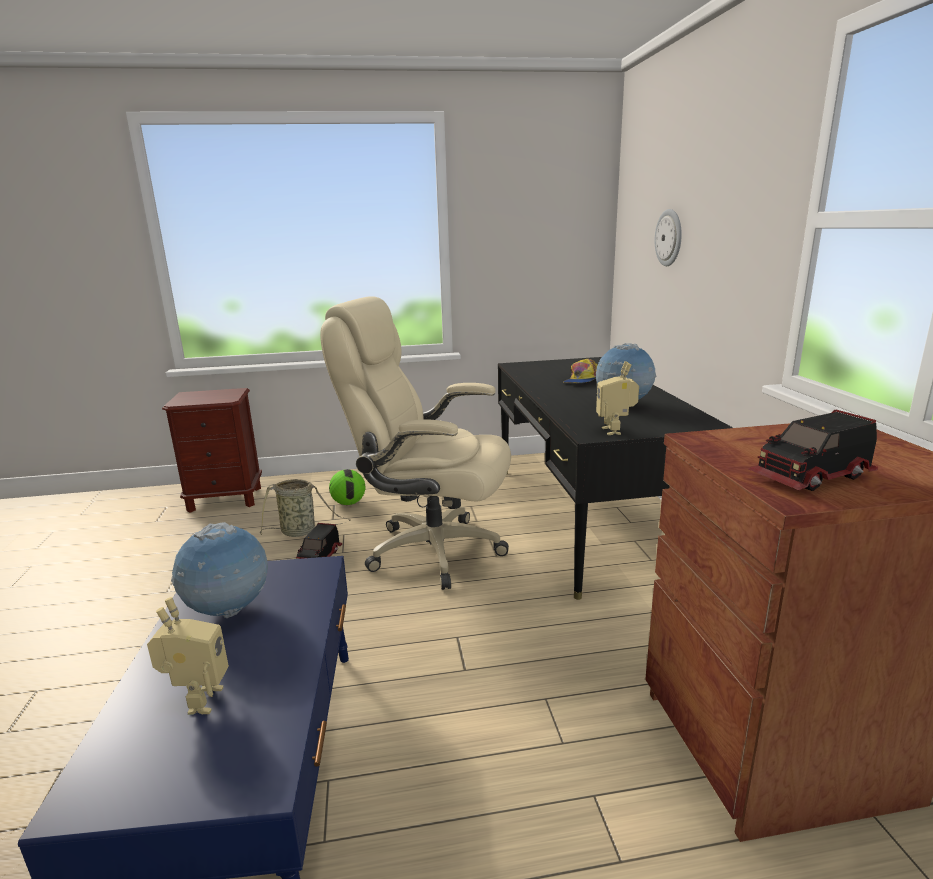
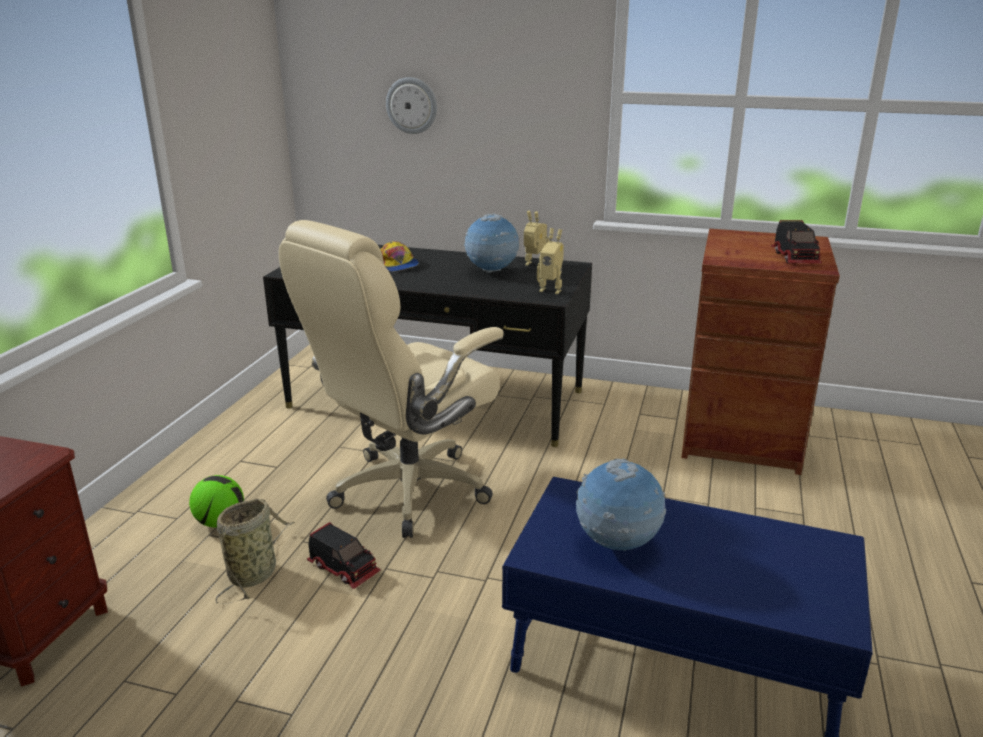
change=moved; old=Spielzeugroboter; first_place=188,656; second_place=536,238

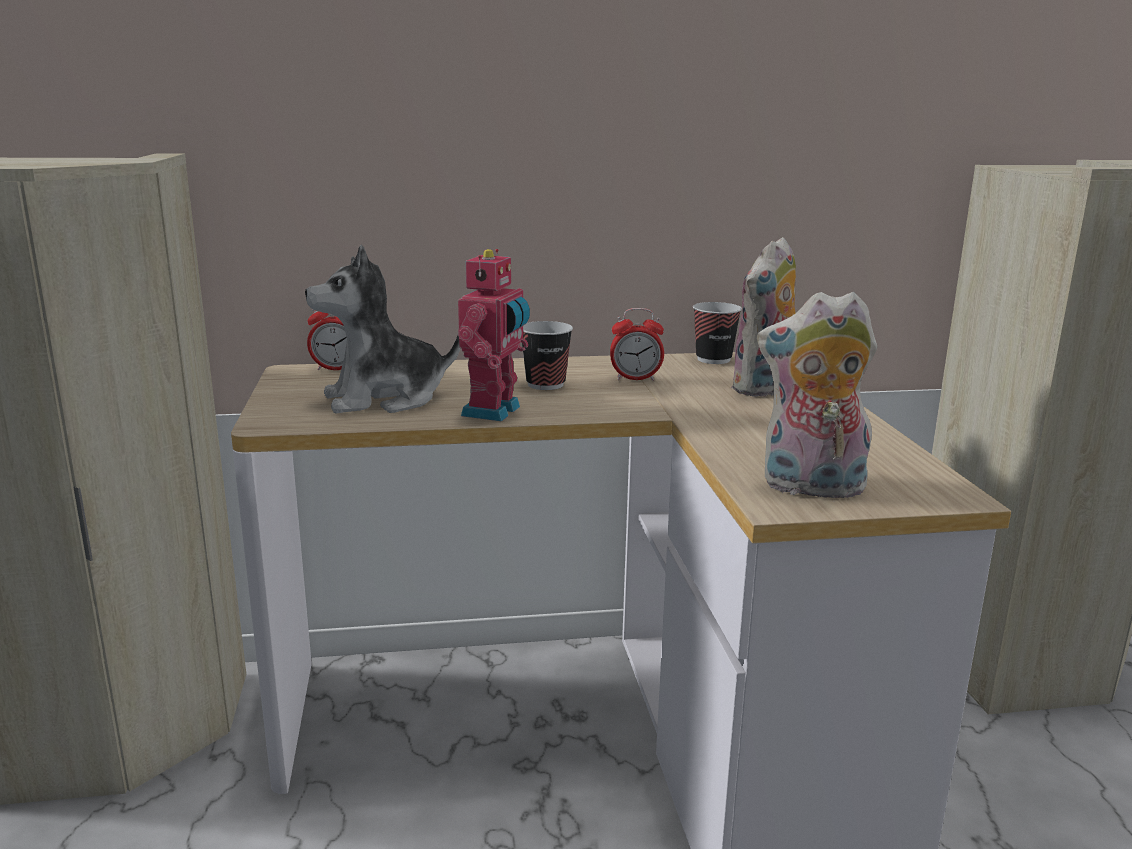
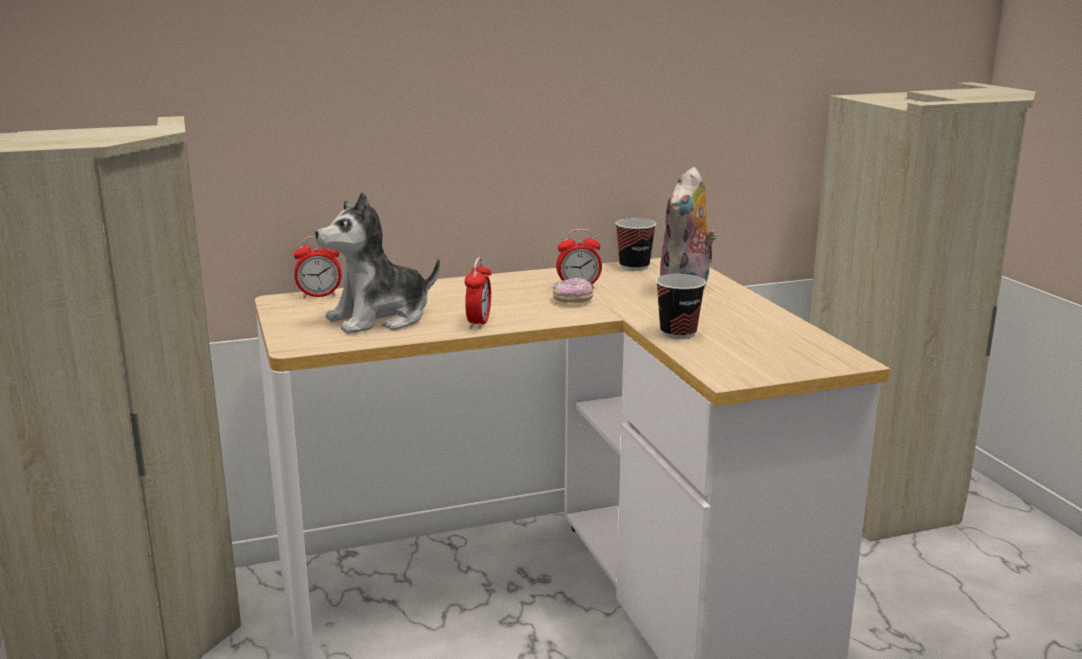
change=replaced; old=Spielzeugroboter; new=Wecker; first_place=494,335; second_place=477,293
change=moved; old=Tasse; first_place=547,355; second_place=681,306
change=removed; old=Plüschtier; first_place=817,395
change=added; new=Donut; second_place=573,290

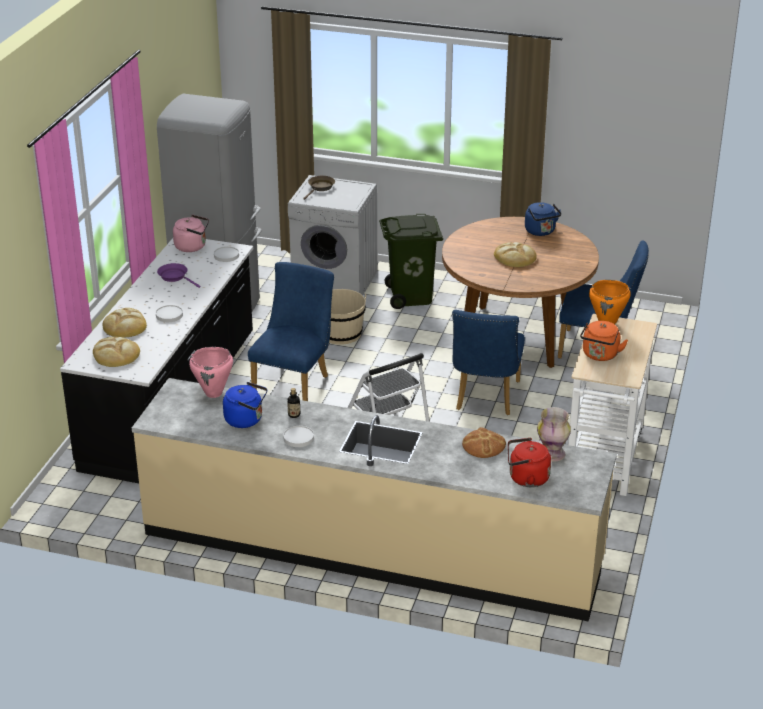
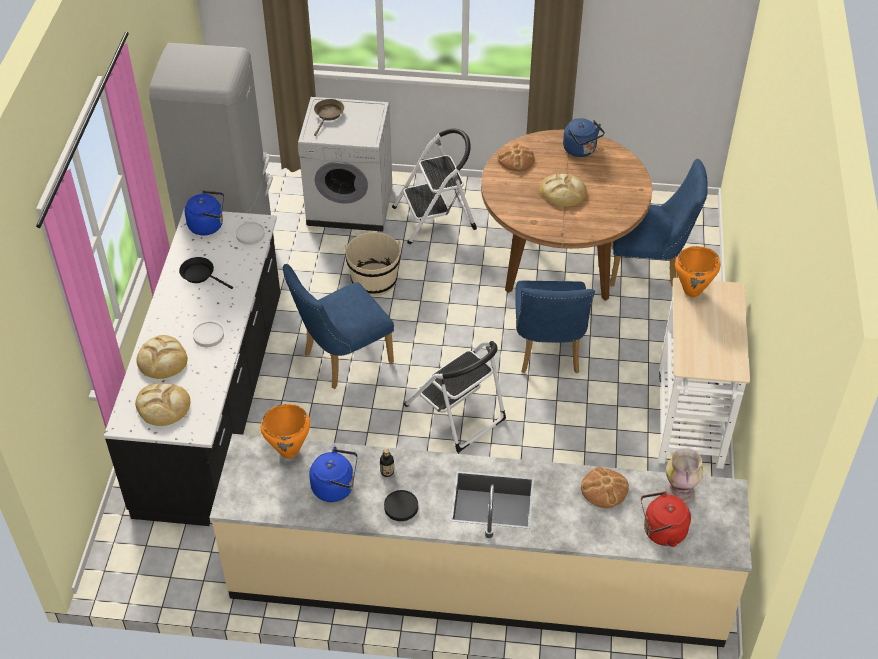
change=recoloured; old=Pfanne (lila); new=Pfanne (schwarz); first_place=178,275; second_place=206,273
change=recoloured; old=Wasserkessel (rosa); new=Wasserkessel (blau); first_place=191,233; second_place=204,212
change=recoloured; old=Kochtopf (rosa); new=Kochtopf (orange); first_place=211,372; second_place=285,431
change=turned; old=Stuhl (blau); first_place=291,331; second_place=338,326; degrees=-135
change=recoloured; old=Teller (weiß); new=Teller (schwarz); first_place=298,436; second_place=401,505
change=replaced; old=Mülleimer (grün); new=Trittleiter; first_place=411,261; second_place=434,186
change=removed; old=Wasserkessel (orange); first_place=604,341
change=added; new=Brot; second_place=516,157

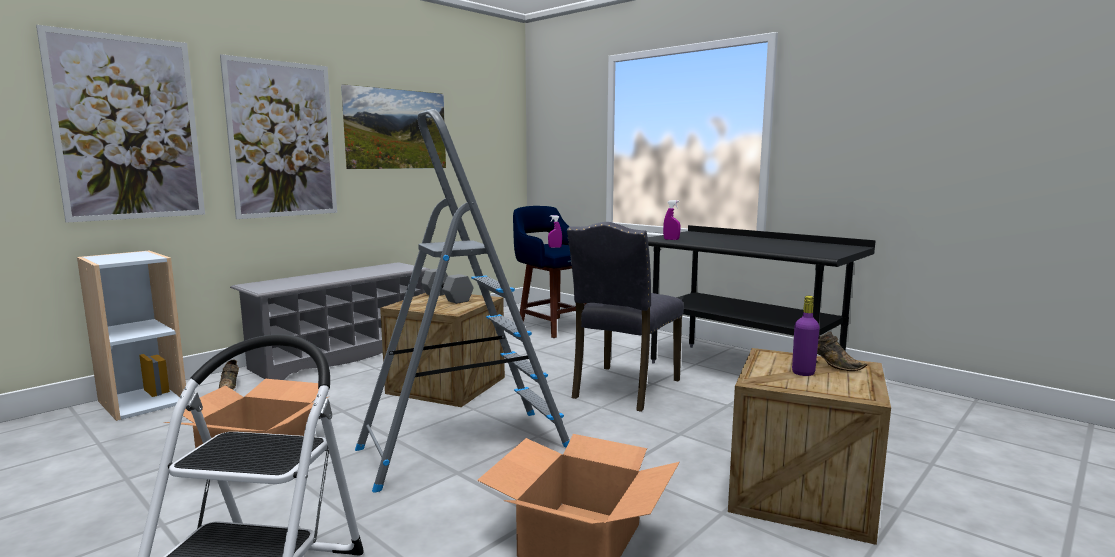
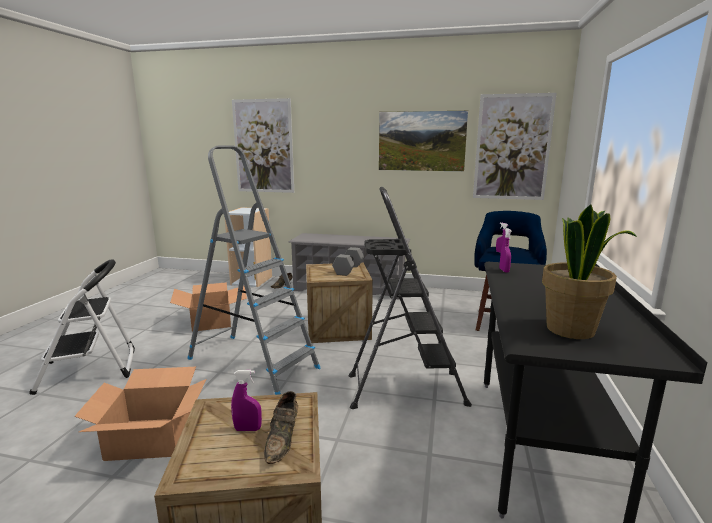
change=moved; old=Bild; first_place=278,136; second_place=515,146
change=replaced; old=Stuhl (grau); new=Trittleiter; first_place=625,317; second_place=410,298
change=replaced; old=Flasche (lila); new=Sprühflasche (lila); first_place=806,336; second_place=246,400
change=added; new=Topfpflanze; second_place=589,271

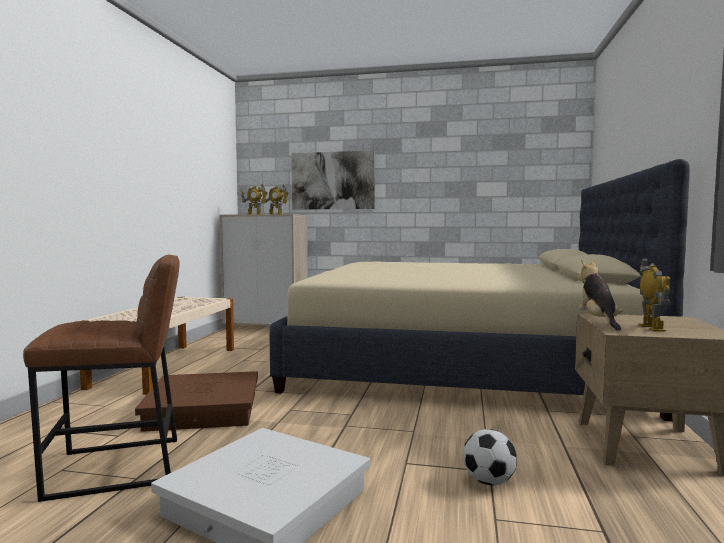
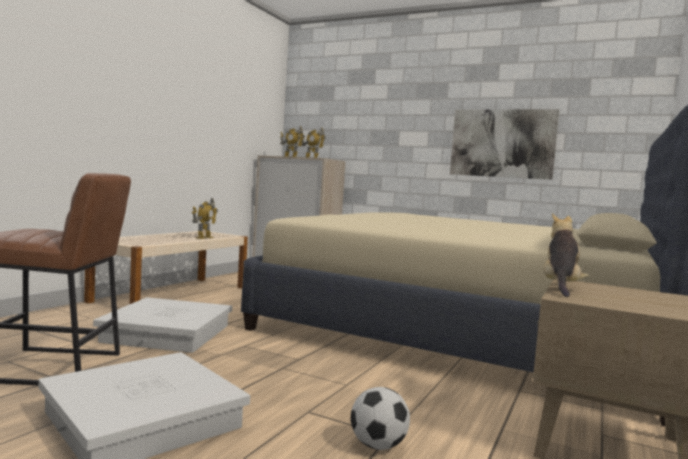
change=recoloured; old=Aufbewahrungsbox (braun); new=Aufbewahrungsbox (weiß); first_place=196,401; second_place=162,325
change=moved; old=Bild; first_place=333,180; second_place=504,144
change=moved; old=Spielzeugroboter; first_place=654,295; second_place=205,218

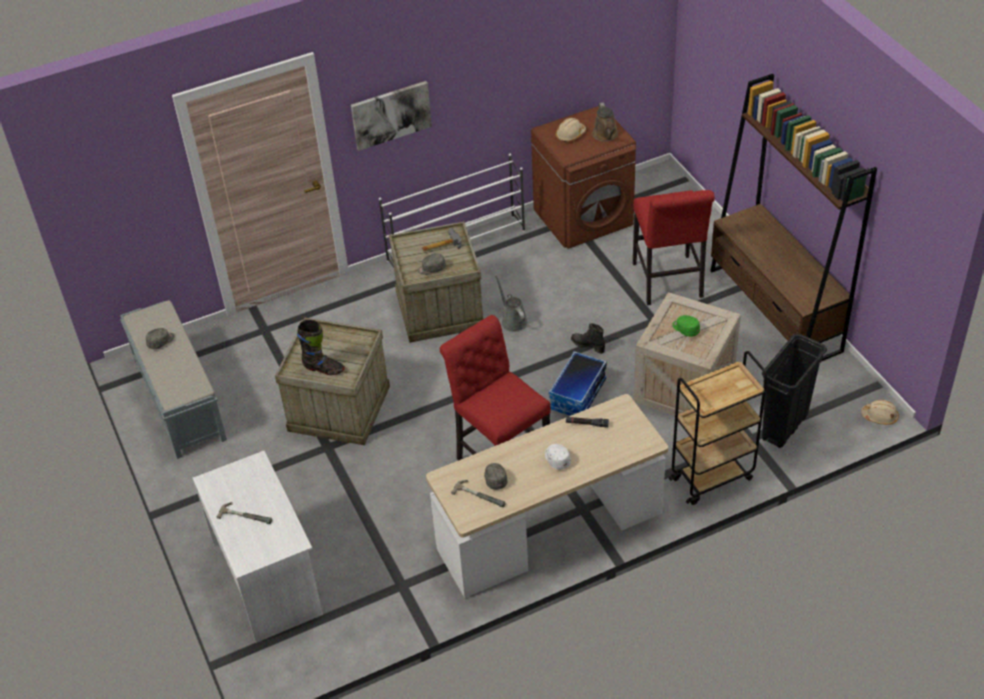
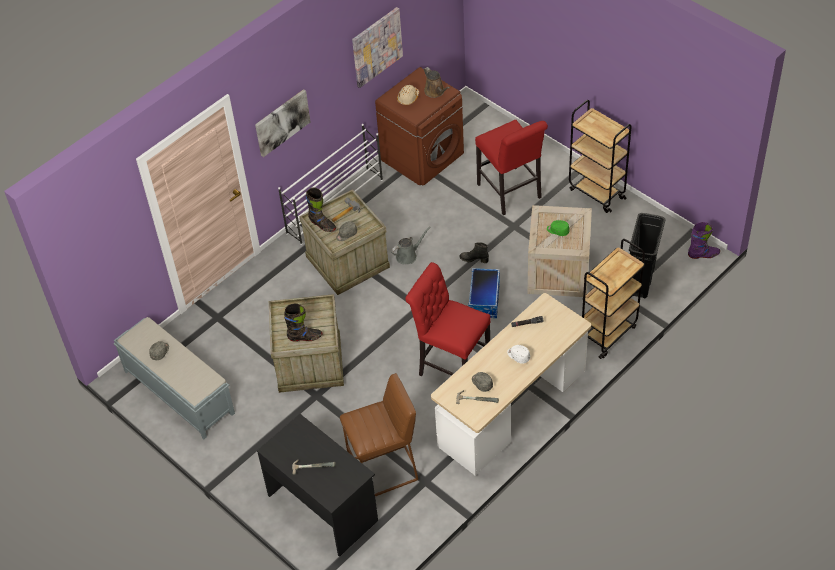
change=recoloured; old=Schreibtisch (weiß); new=Schreibtisch (schwarz); first_place=258,547; second_place=317,485
change=turned; old=Gießkanne (grau); first_place=511,304; second_place=410,245; degrees=105
change=replaced; old=Bücherregal (braun); new=Rollwagen (braun); first_place=793,217; second_place=600,156
change=replaced; old=Schutzhelm (beige); new=Stiefel (lila); first_place=880,412; second_place=704,240
change=added; new=Stiefel (schwarz); second_place=321,209
change=added; new=Hocker (braun); second_place=379,434
change=added; new=Bild; second_place=377,47

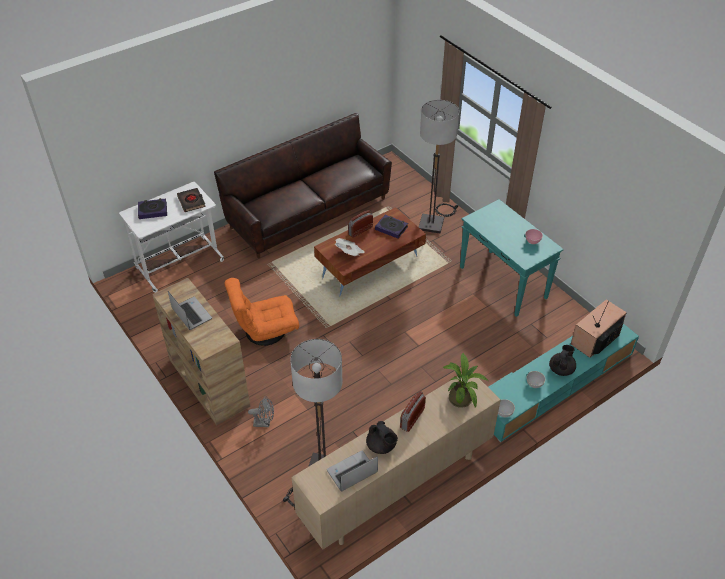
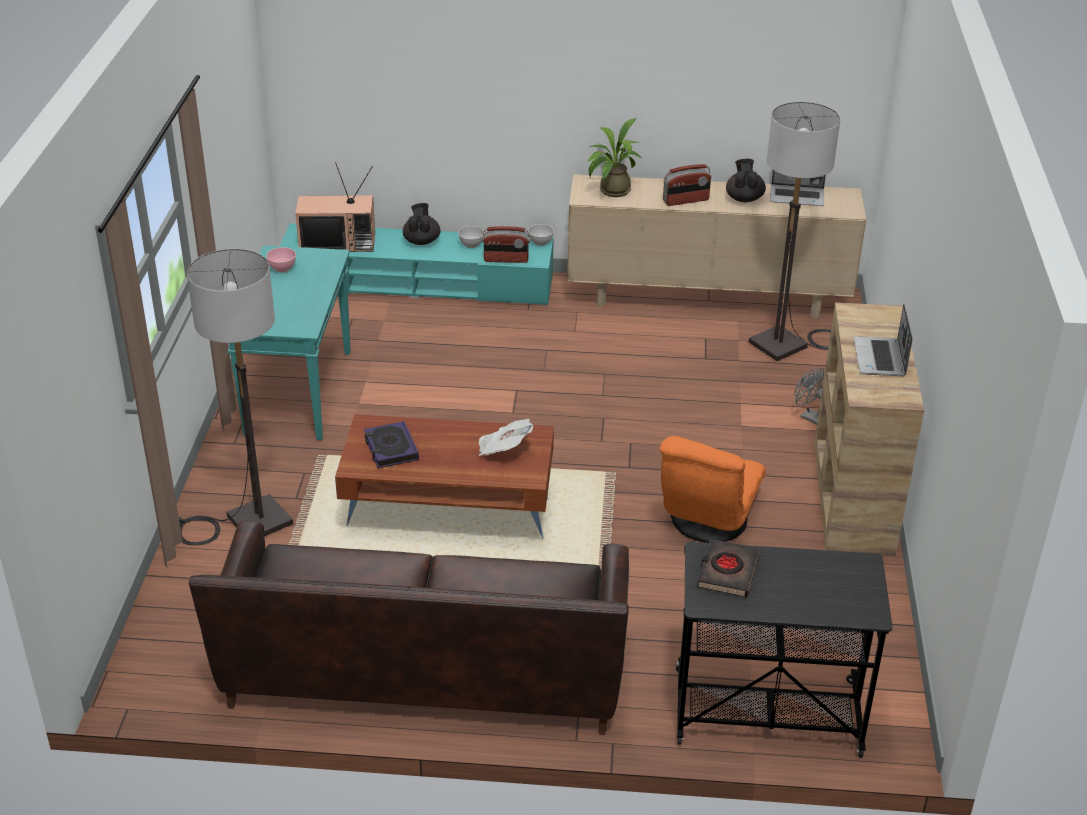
change=recoloured; old=Schreibtisch (weiß); new=Schreibtisch (schwarz); first_place=171,237; second_place=784,650
change=removed; old=Buch; first_place=152,208
change=turned; old=Sessel (orange); first_place=262,312; second_place=713,489; degrees=90
change=moved; old=Radio; first_place=360,224; second_place=506,244
change=turned; old=Teekanne (schwarz); first_place=562,360; second_place=421,224; degrees=105

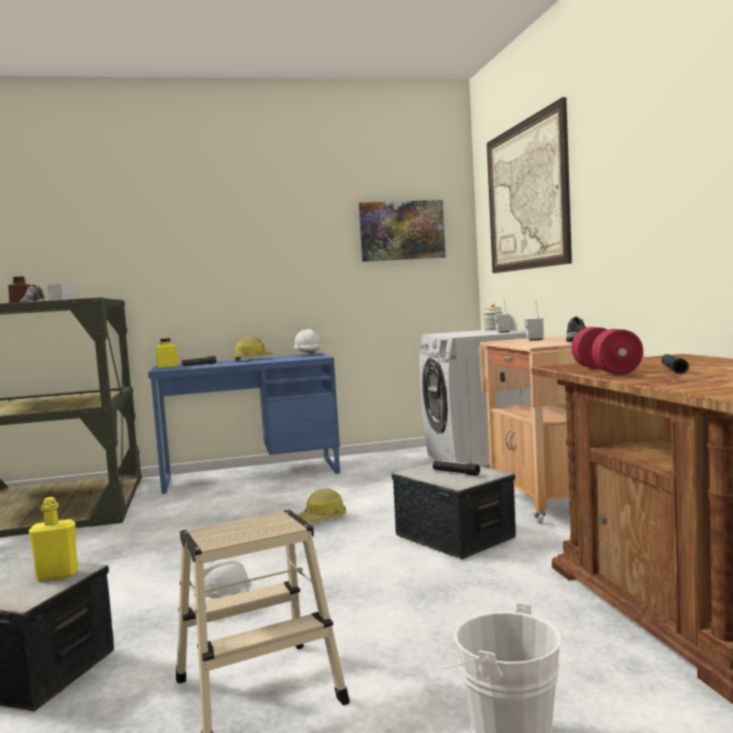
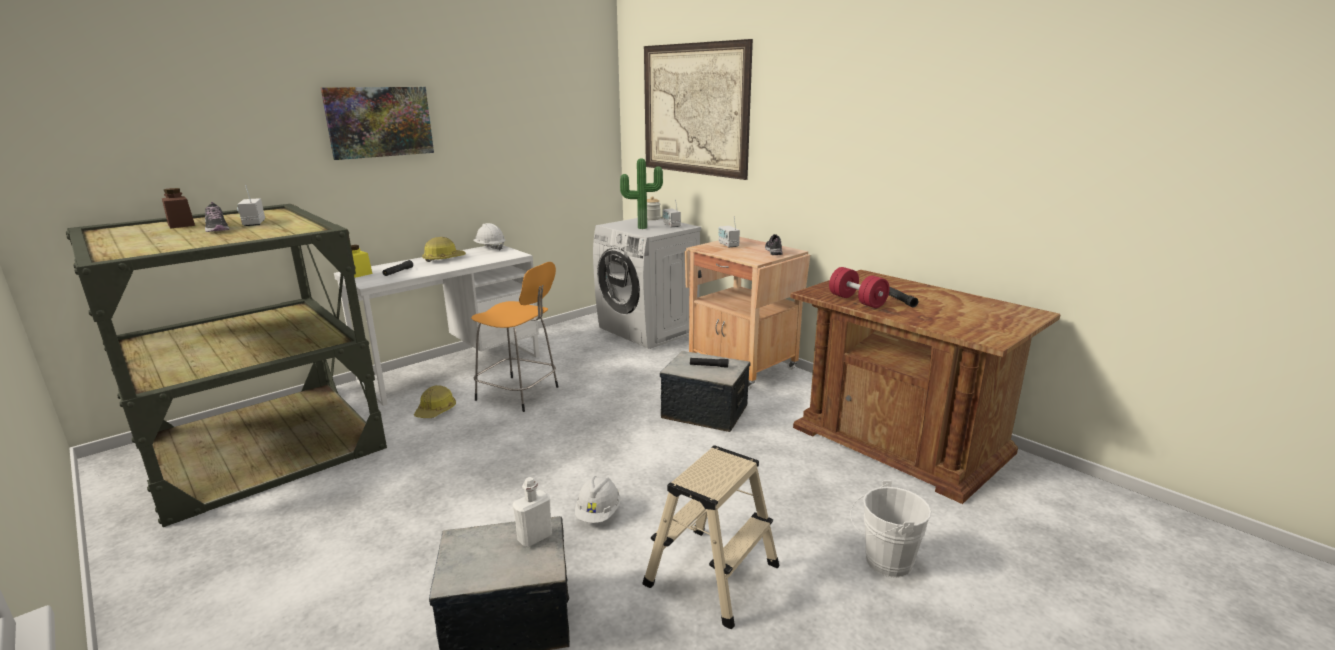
change=recoloured; old=Flasche (gelb); new=Flasche (weiß); first_place=53,539; second_place=532,512
change=recoloured; old=Schreibtisch (blau); new=Schreibtisch (weiß); first_place=244,423; second_place=436,325
change=moved; old=Schutzhelm; first_place=322,505; second_place=435,401
change=moved; old=Bild; first_place=402,231; second_place=377,123
change=added; new=Hocker (orange); second_place=514,337
change=added; new=Topfpflanze; second_place=641,193

